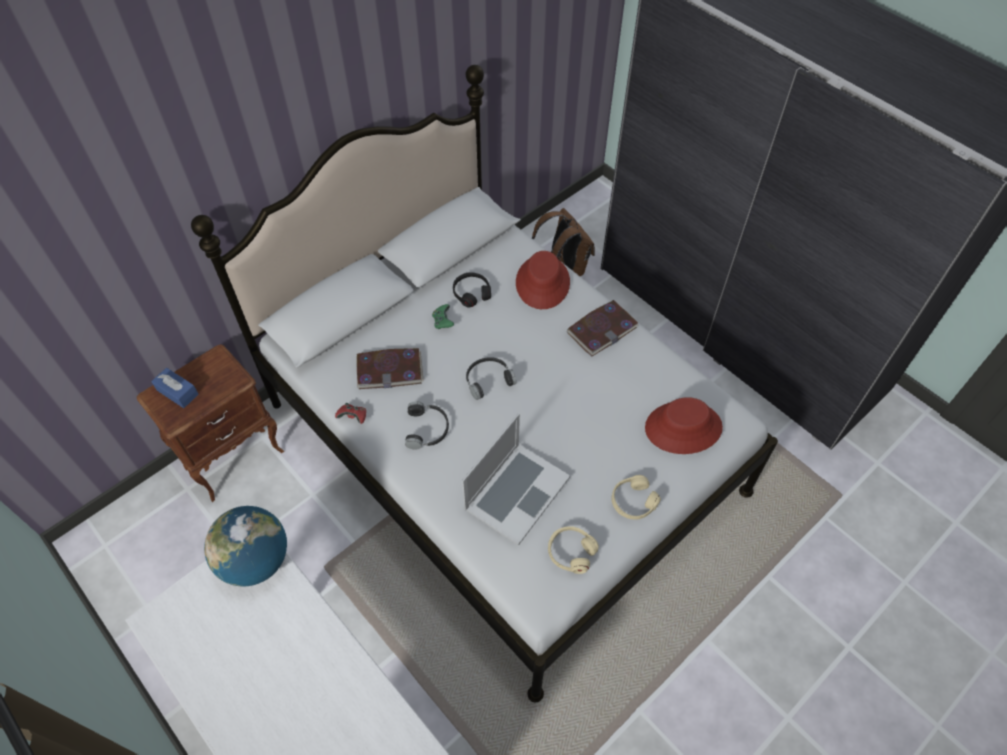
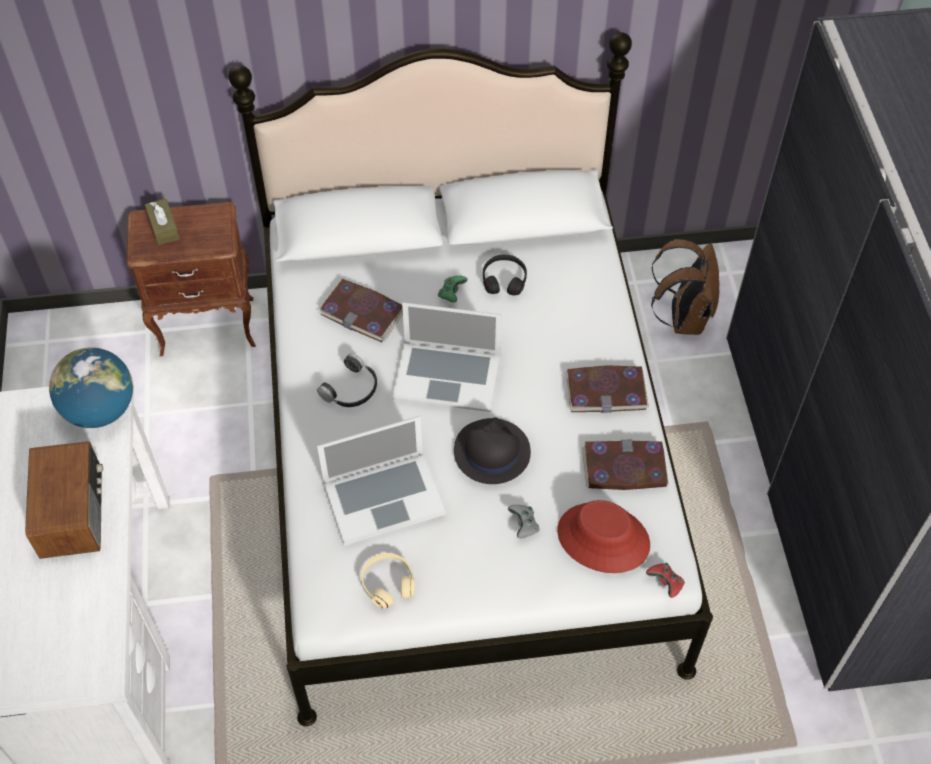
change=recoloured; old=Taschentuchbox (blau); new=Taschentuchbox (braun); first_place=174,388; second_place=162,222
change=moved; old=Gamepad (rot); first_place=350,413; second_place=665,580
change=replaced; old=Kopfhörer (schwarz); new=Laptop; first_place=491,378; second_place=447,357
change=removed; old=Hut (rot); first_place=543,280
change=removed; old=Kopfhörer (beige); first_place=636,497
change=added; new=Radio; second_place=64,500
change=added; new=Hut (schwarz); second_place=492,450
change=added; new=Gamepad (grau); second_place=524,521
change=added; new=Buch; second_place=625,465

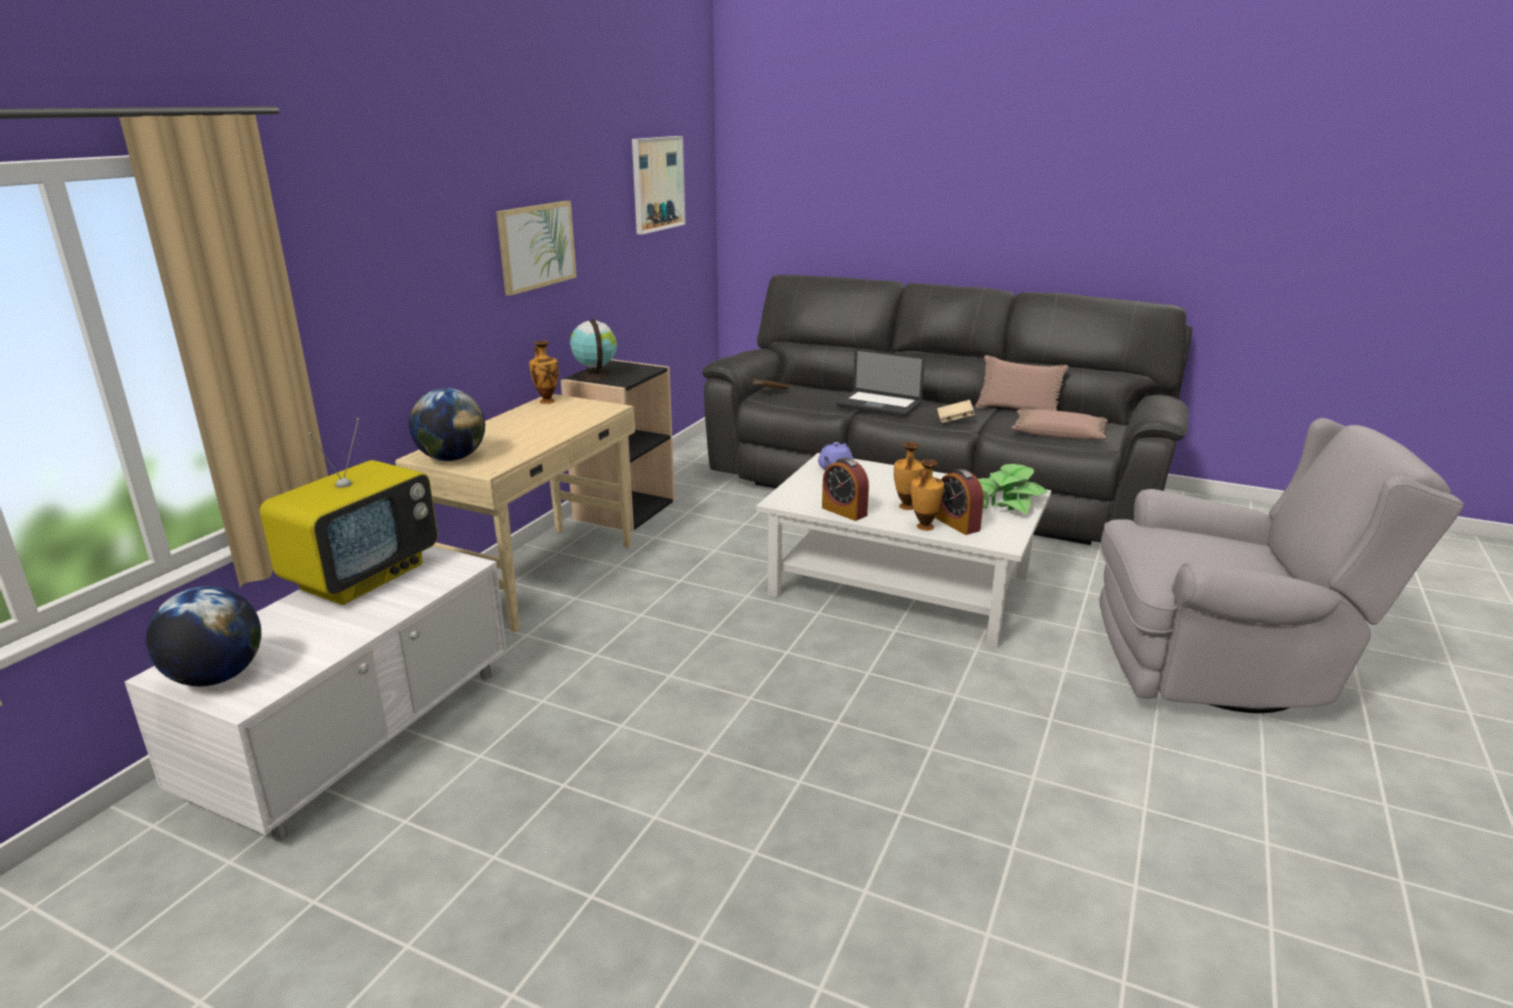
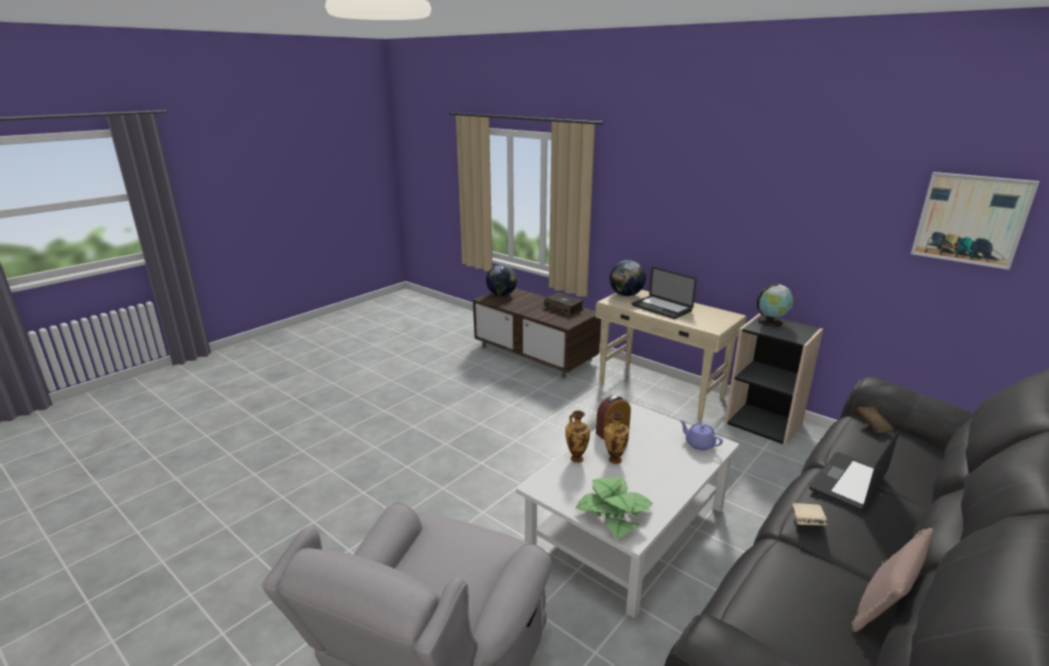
change=recoloured; old=Fernsehschrank (weiß); new=Fernsehschrank (braun); first_place=315,693; second_place=537,333
change=replaced; old=Fernseher; new=Buch; first_place=349,511; second_place=564,304
change=removed; old=Bild; first_place=536,248
change=removed; old=Vase; first_place=543,372
change=removed; old=Wecker; first_place=960,502
change=removed; old=Kissen (beige); first_place=1060,423
change=added; new=Laptop; second_place=664,293

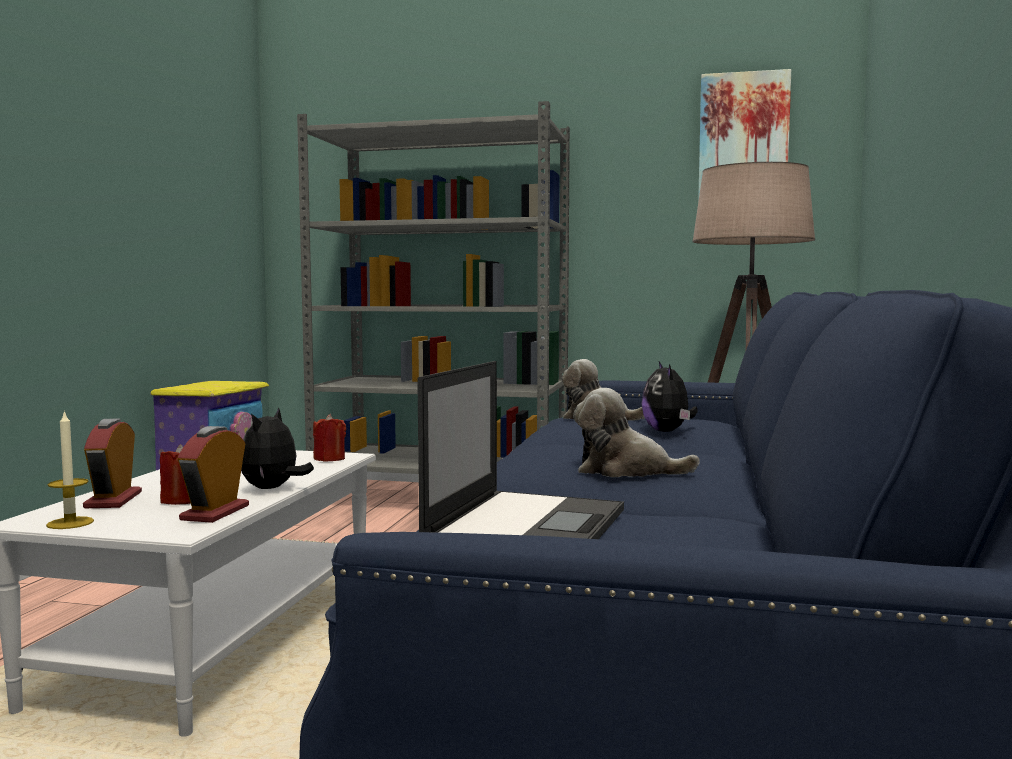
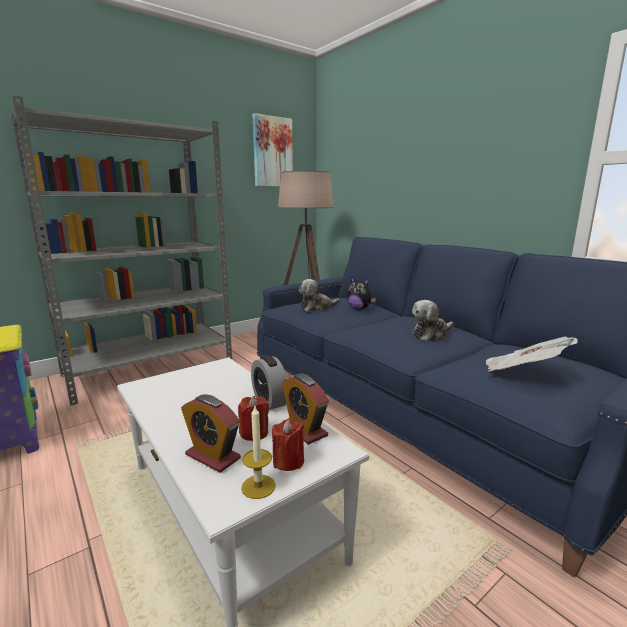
change=replaced; old=Plüschtier; new=Wecker; first_place=277,448; second_place=269,382
change=moved; old=Kerze (rot); first_place=329,438; second_place=288,445
change=replaced; old=Laptop; new=Zeitung; first_place=520,450; second_place=532,353

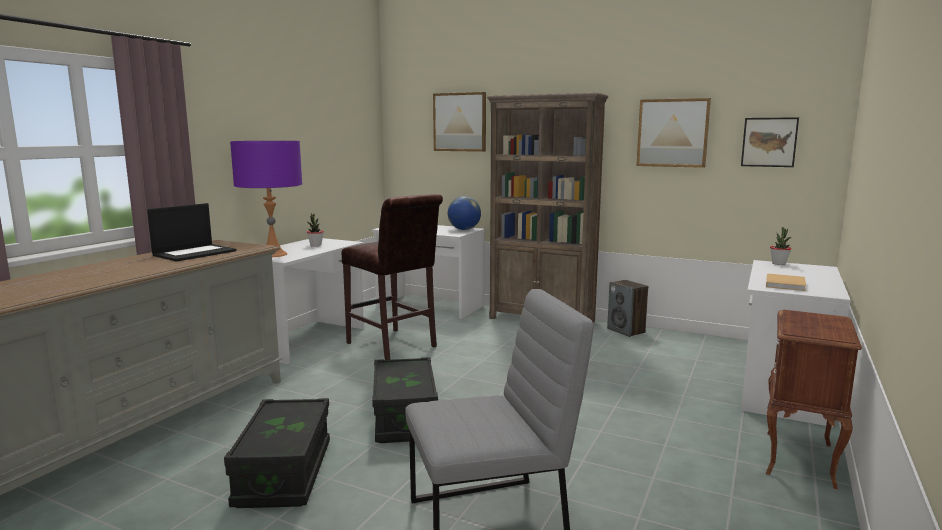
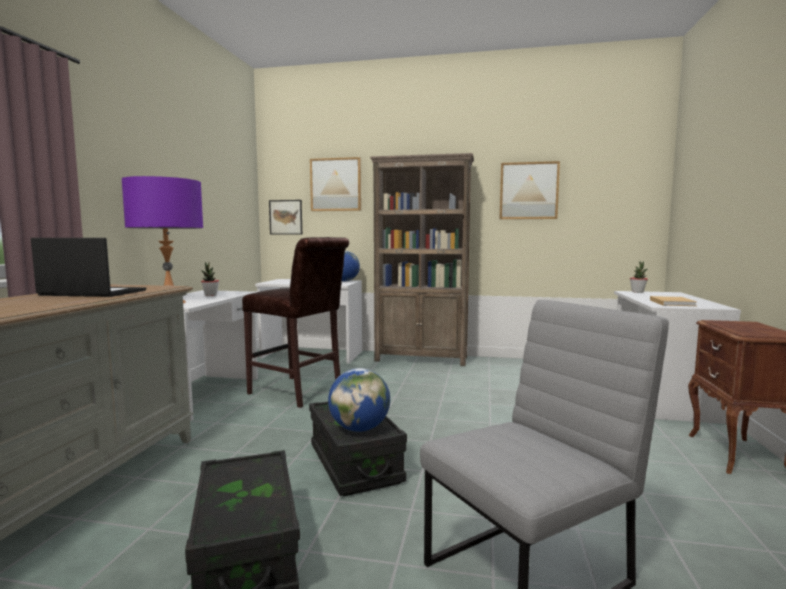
change=turned; old=Laptop; first_place=192,232; second_place=88,267; degrees=-105
change=removed; old=Lautsprecher; first_place=627,308
change=moved; old=Bild; first_place=770,142; second_place=285,217
change=added; new=Globus; second_place=359,400

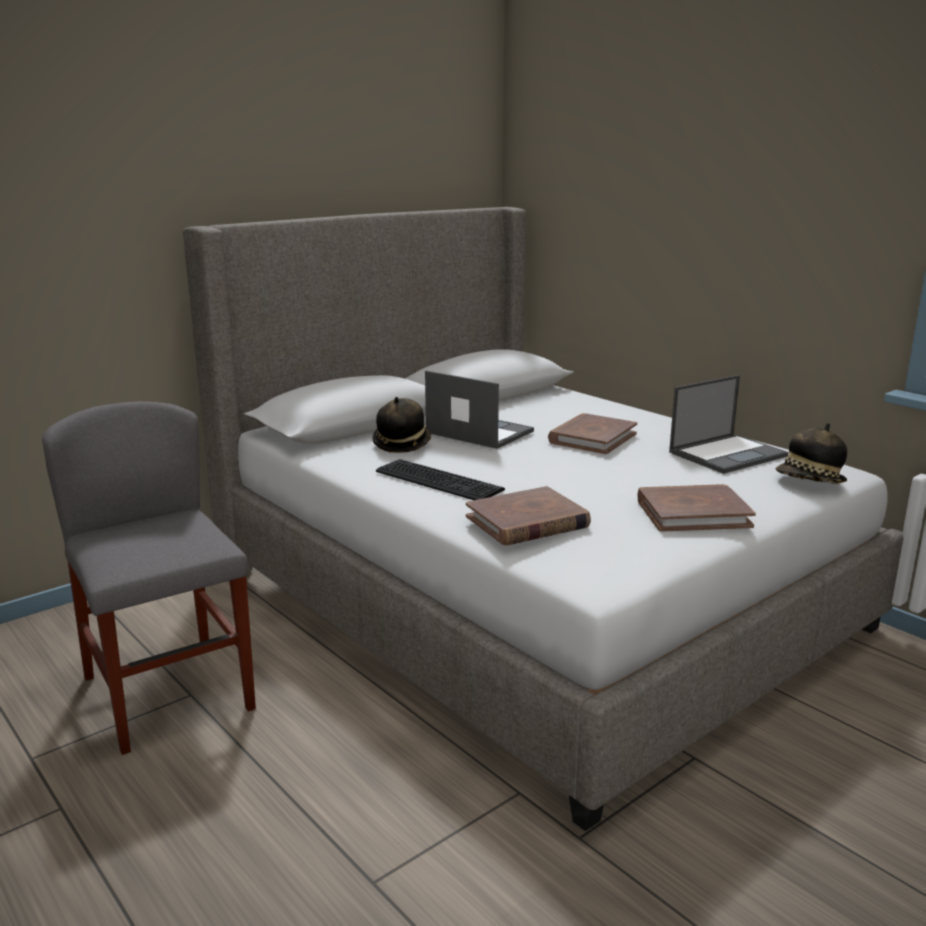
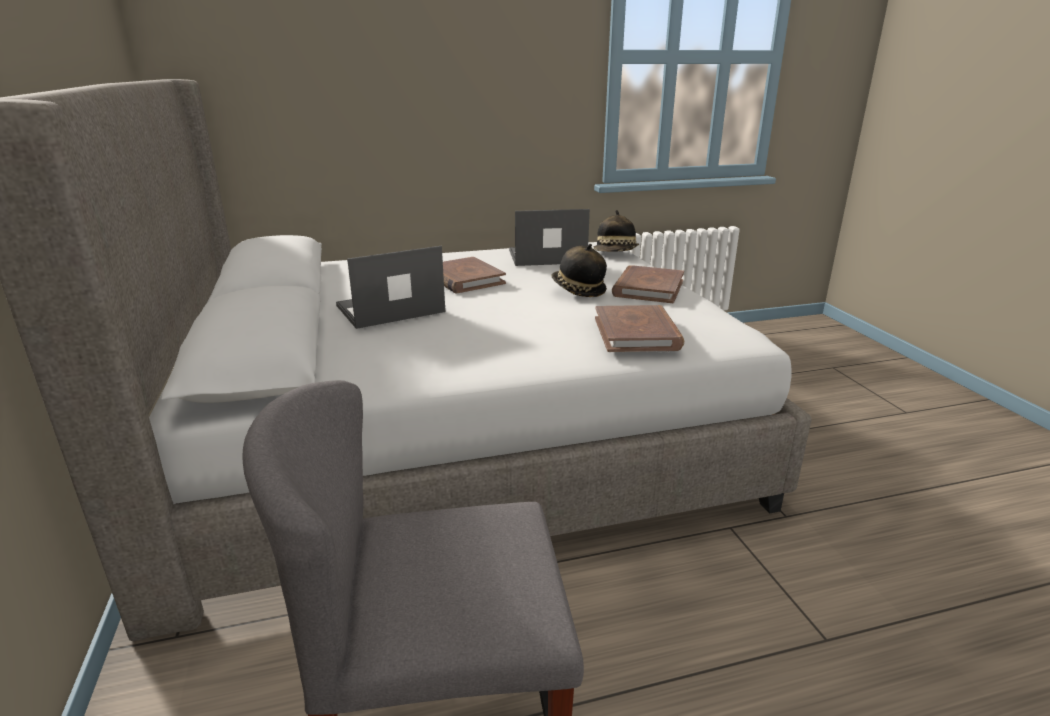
change=moved; old=Hut; first_place=402,425; second_place=579,270
change=removed; old=Tastatur; first_place=440,479
change=turned; old=Laptop; first_place=728,424; second_place=549,237; degrees=-90

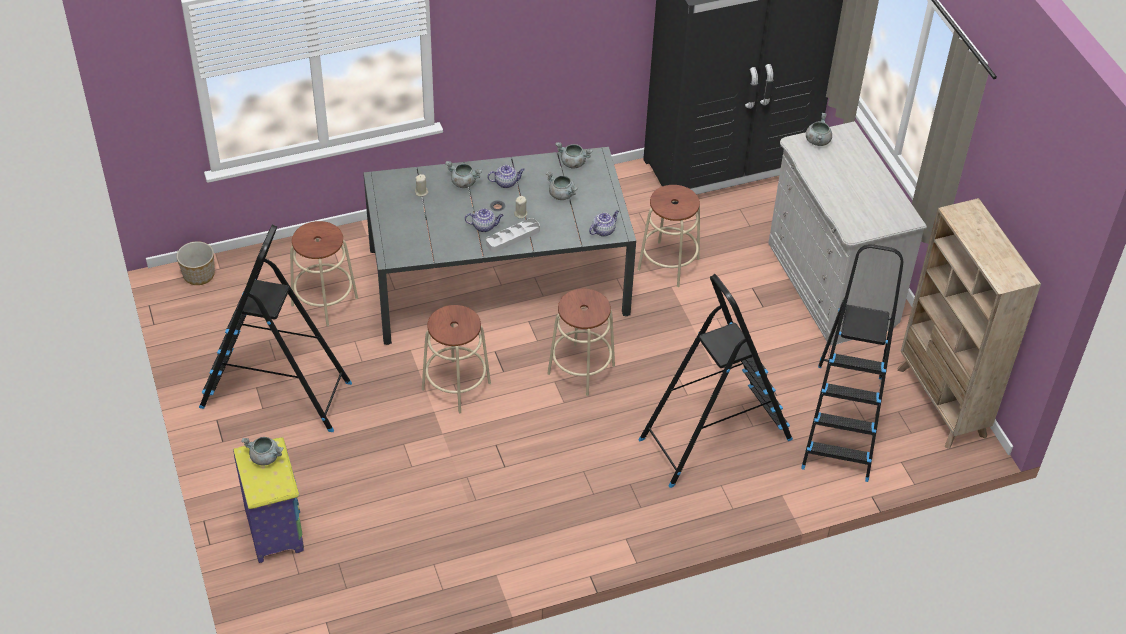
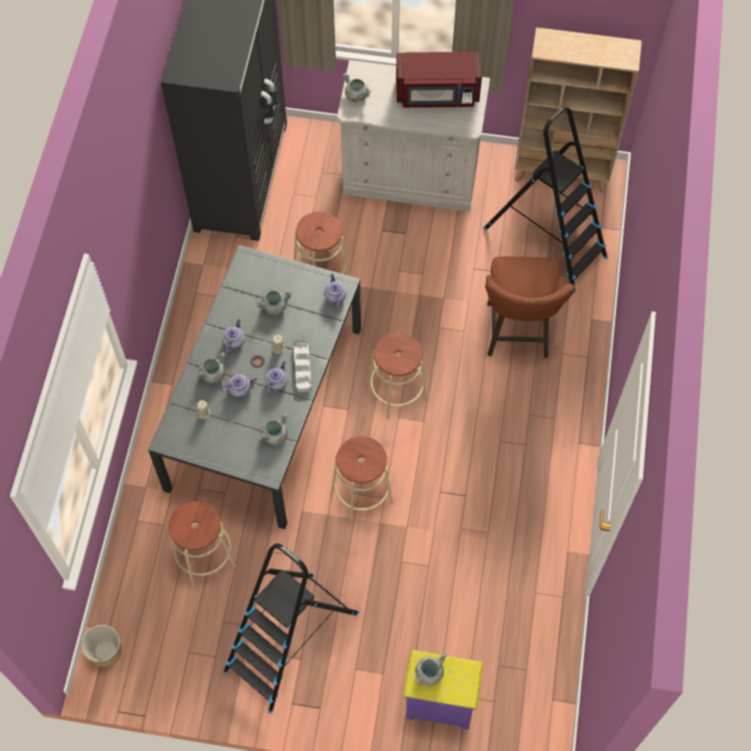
change=moved; old=Kochtopf (grau); first_place=574,155; second_place=272,429
change=replaced; old=Trittleiter (schwarz); new=Hocker (braun); first_place=716,381; second_place=530,307
change=added; new=Teekanne; second_place=238,386
change=added; new=Mikrowelle (rot); second_place=439,80

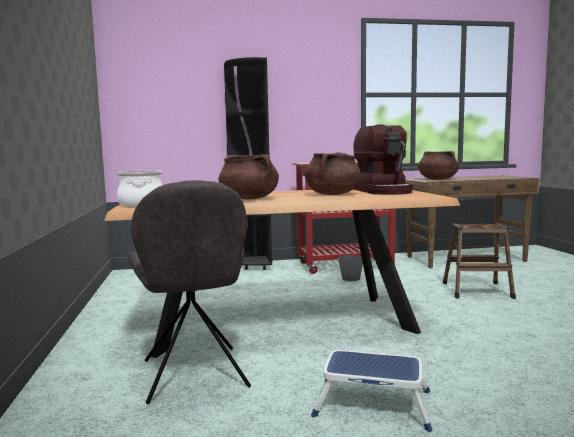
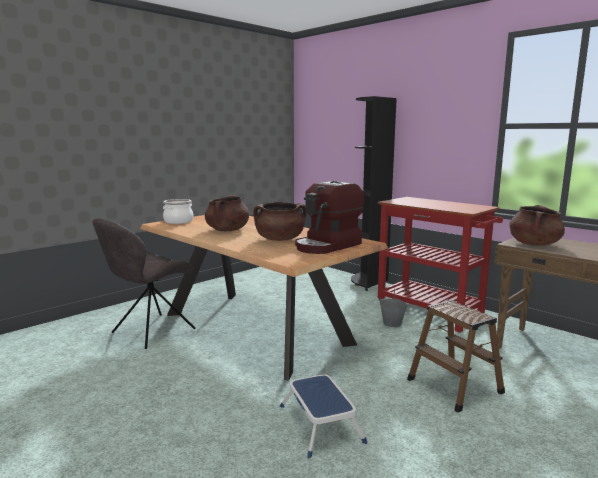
change=moved; old=Trittleiter (blau); first_place=371,391; second_place=323,416

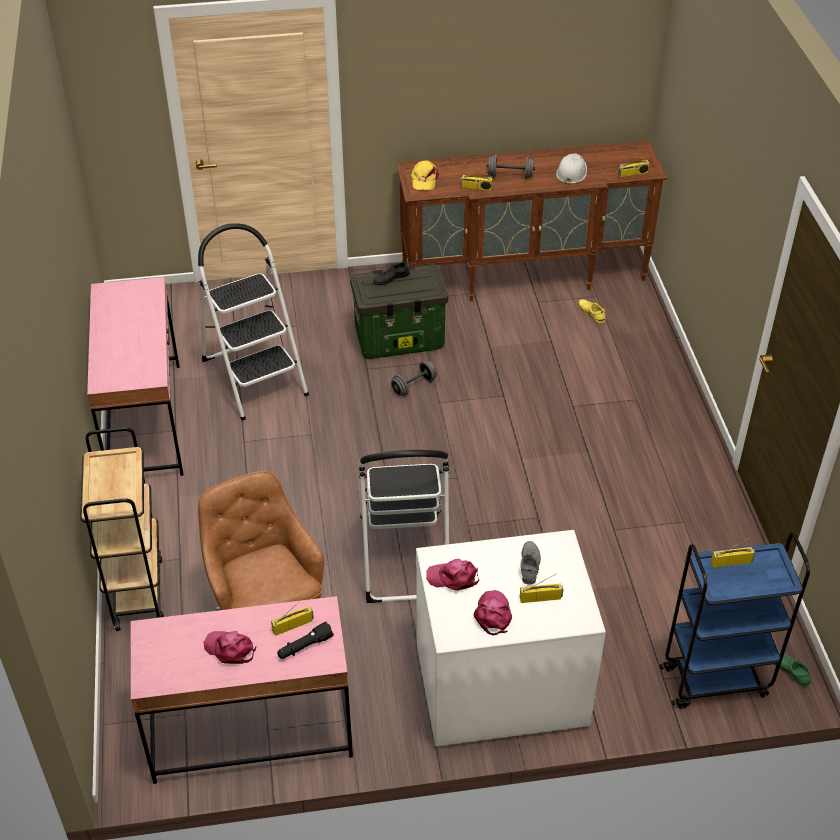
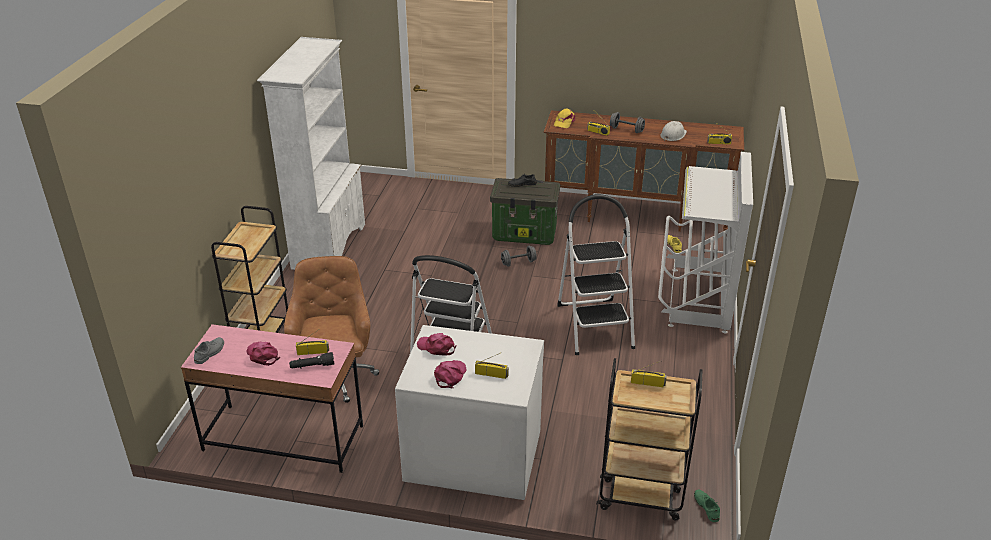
change=replaced; old=Schreibtisch (rosa); new=Bücherregal (weiß); first_place=135,376; second_place=311,153
change=moved; old=Trittleiter; first_place=253,321; second_place=596,274
change=moved; old=Schuh (grau); first_place=530,563; second_place=209,350
change=recoloured; old=Rollwagen (blau); new=Rollwagen (braun); first_place=735,620; second_place=649,439
change=added; new=Schuhregal (weiß); second_place=705,242

